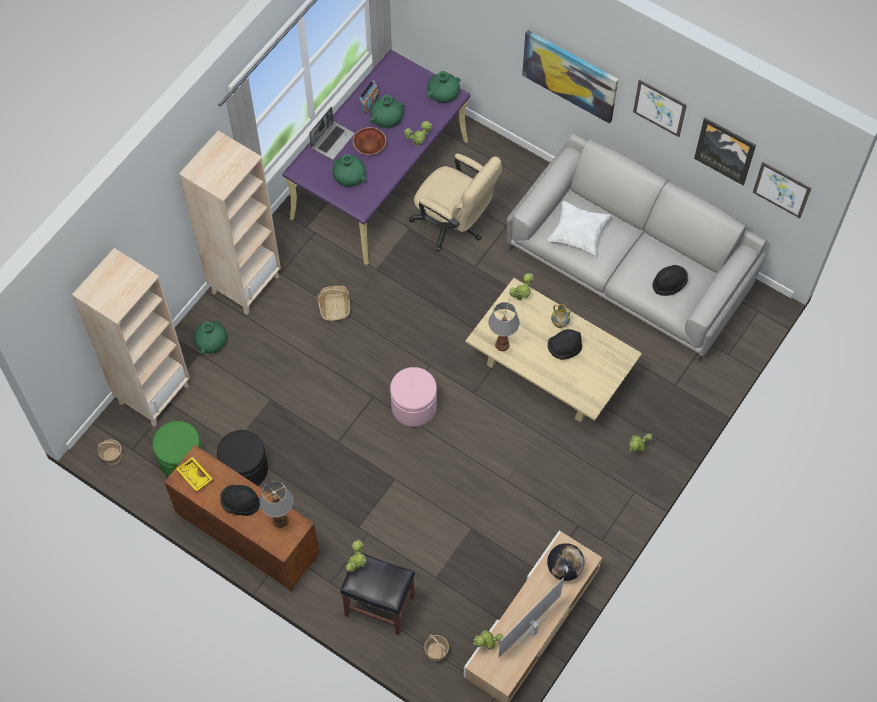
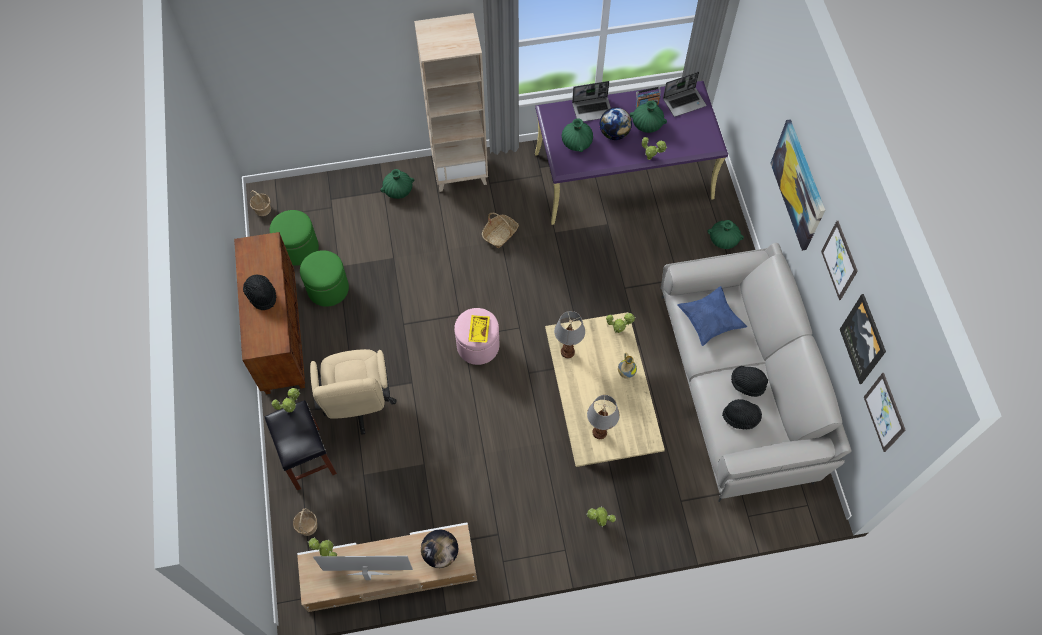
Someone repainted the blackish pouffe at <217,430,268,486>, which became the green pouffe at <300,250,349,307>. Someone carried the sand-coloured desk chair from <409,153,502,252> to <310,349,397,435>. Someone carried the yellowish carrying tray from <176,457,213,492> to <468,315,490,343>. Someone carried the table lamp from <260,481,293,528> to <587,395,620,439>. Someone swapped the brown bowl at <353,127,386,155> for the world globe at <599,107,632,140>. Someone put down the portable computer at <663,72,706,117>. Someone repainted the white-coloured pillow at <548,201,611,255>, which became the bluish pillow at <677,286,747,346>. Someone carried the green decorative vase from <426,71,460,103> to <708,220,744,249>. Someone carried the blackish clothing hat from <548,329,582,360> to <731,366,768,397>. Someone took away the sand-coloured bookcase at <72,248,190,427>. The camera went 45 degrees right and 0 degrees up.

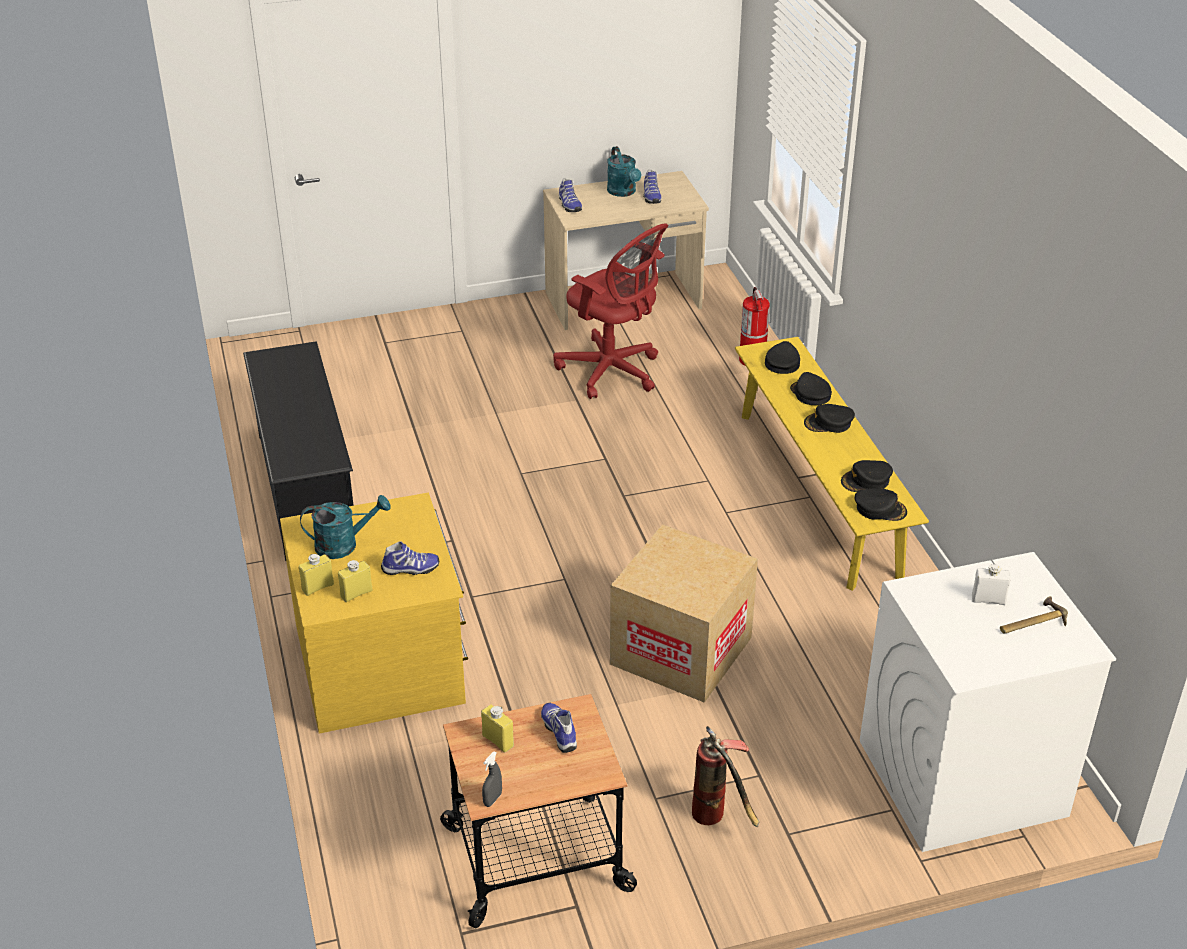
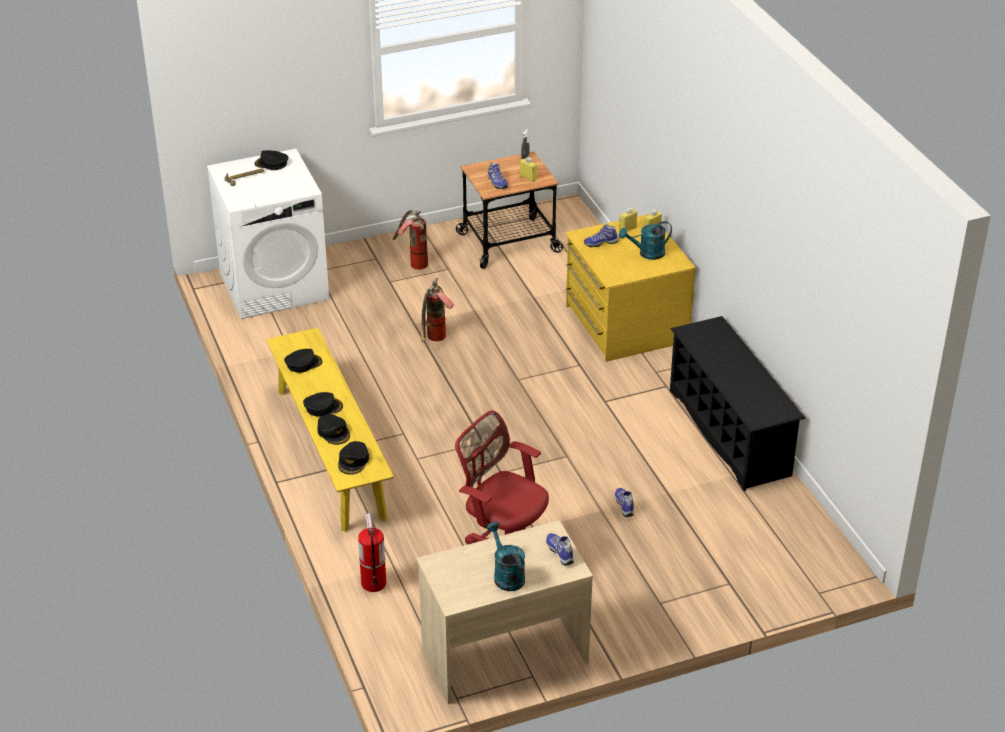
Someone carried the blackish peaked cap from <855,488,907,521> to <255,150,289,170>. Someone swapped the carton at <610,524,758,703> for the fire-fighting cylinder at <421,278,454,343>. Someone carried the low shoe from <643,169,662,204> to <615,488,634,517>. Someone took away the white-coloured bottle at <972,564,1011,605>. The camera went 175 degrees right and 0 degrees up.

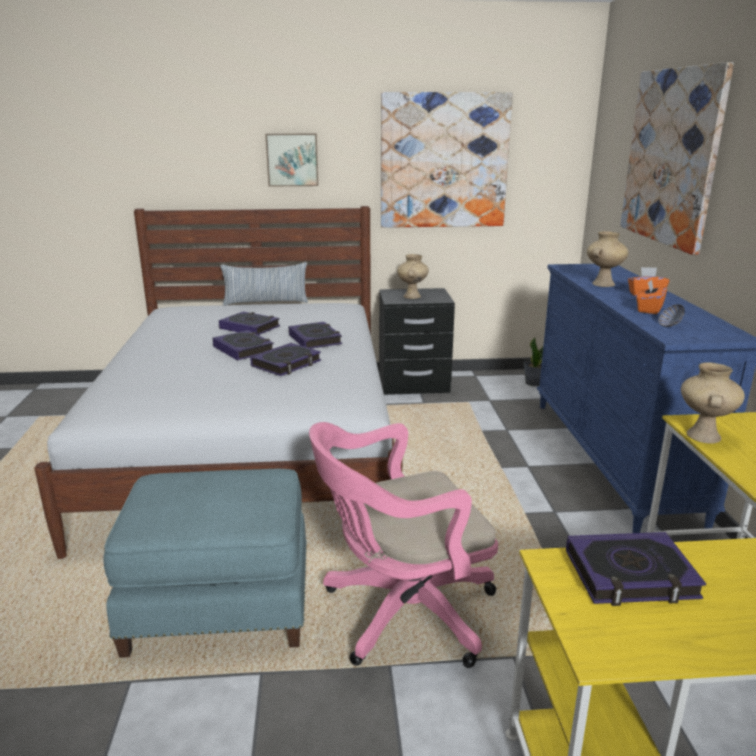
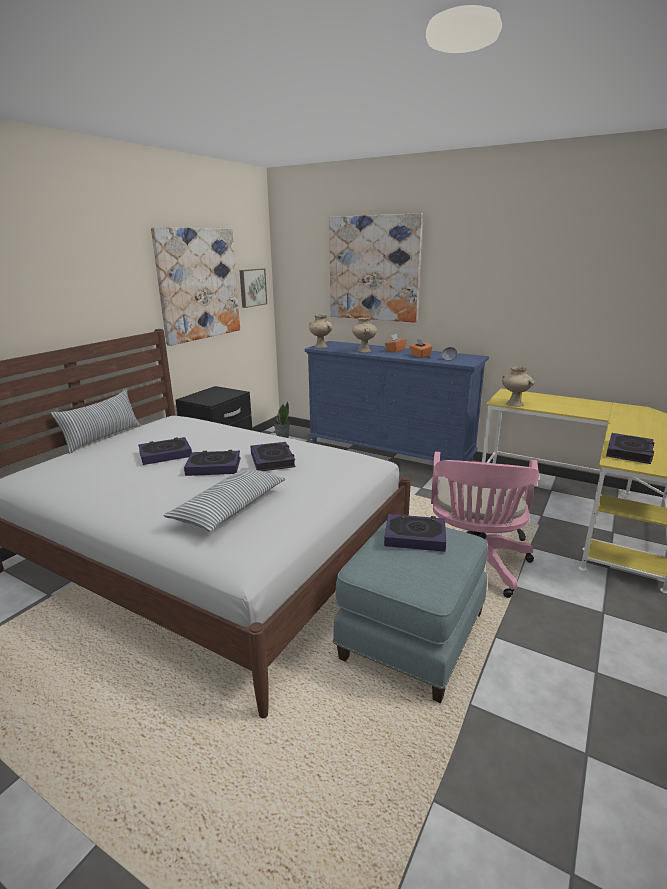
Someone put down the pillow at <163,467,286,532>. Someone carried the wall picture from <265,134,318,187> to <239,269,267,308>. Someone carried the sand-coloured decorative vase from <397,254,429,299> to <309,315,333,348>. Someone carried the bound book from <289,322,342,348> to <384,514,446,552>. The camera went 55 degrees left and 0 degrees up.

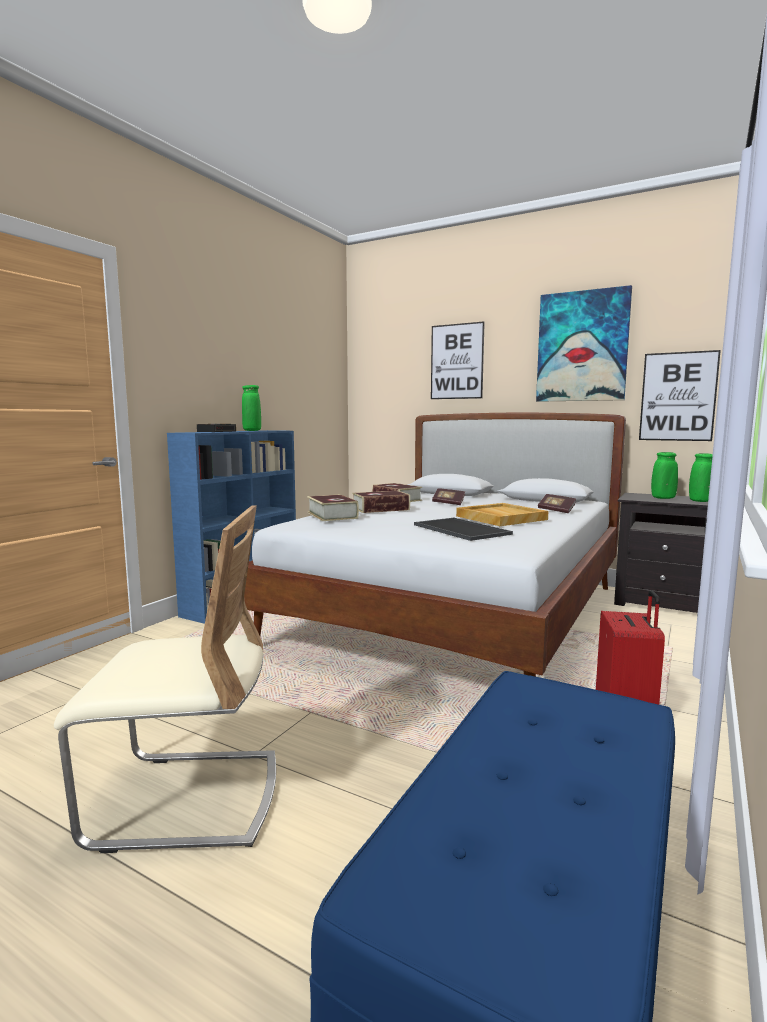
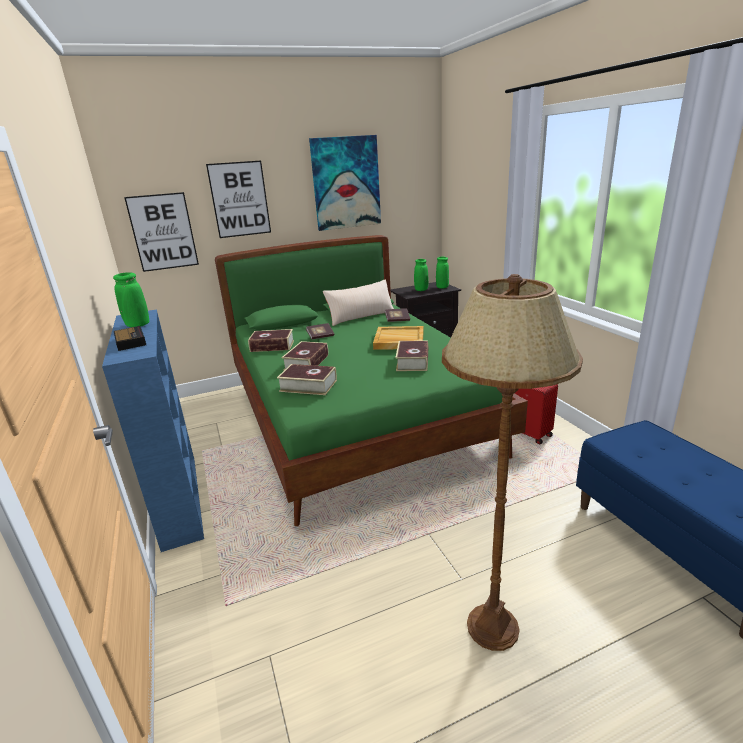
Someone carried the wall picture from <639,350,721,441> to <124,192,199,272>. Someone repainted the white-coloured bedroom bed at <244,413,626,677>, which became the green bedroom bed at <215,235,528,526>. Someone put down the sand-coloured pillow at <323,279,394,326>. Someone swapped the carrying tray at <414,518,513,541> for the bound book at <395,340,428,371>. Someone swapped the sand-coloured chair at <54,505,276,853> for the brown standing lamp at <442,274,583,651>. The camera went 50 degrees left and 15 degrees up.

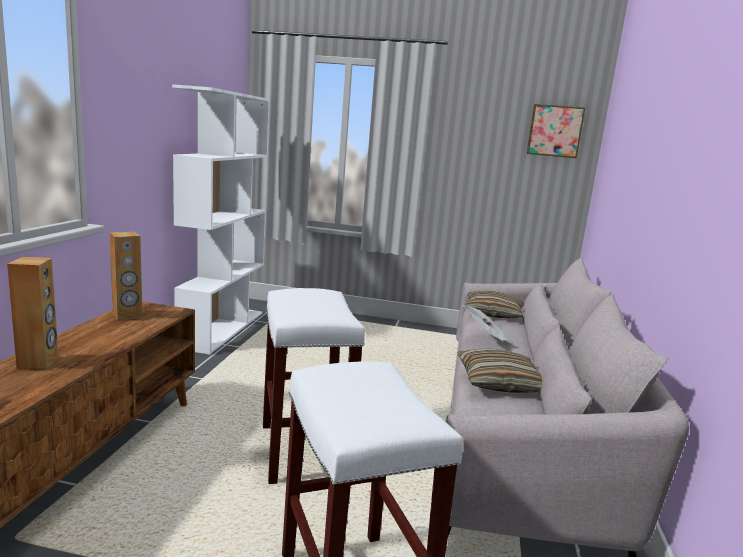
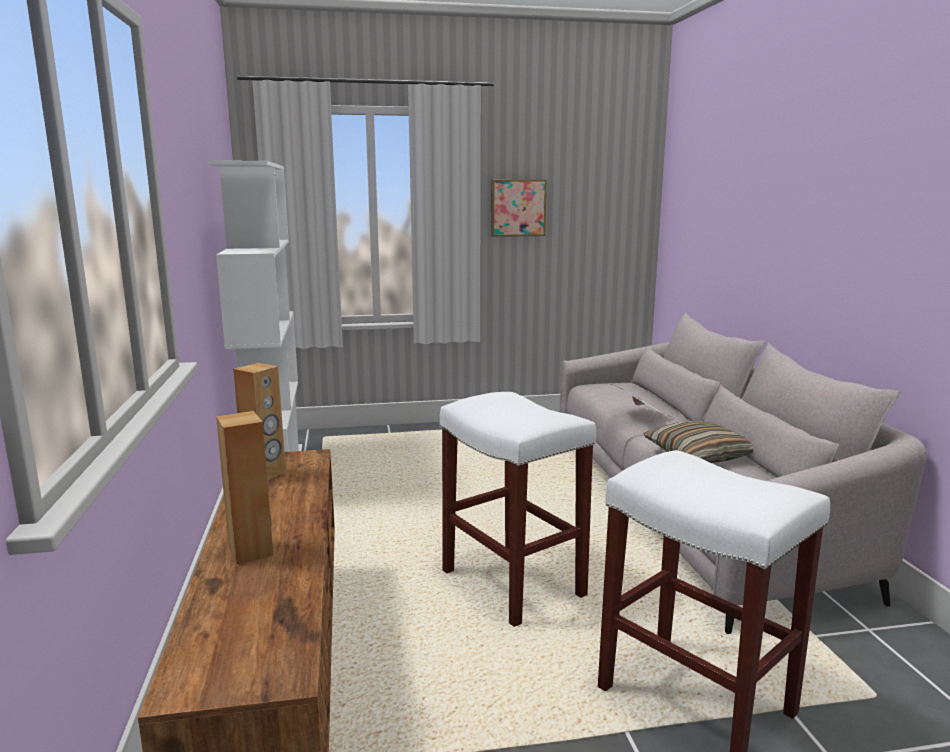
Someone carried the wall picture from <527,104,586,158> to <491,179,547,237>. Someone took away the pillow at <466,291,523,319>. The camera went 20 degrees left and 0 degrees up.

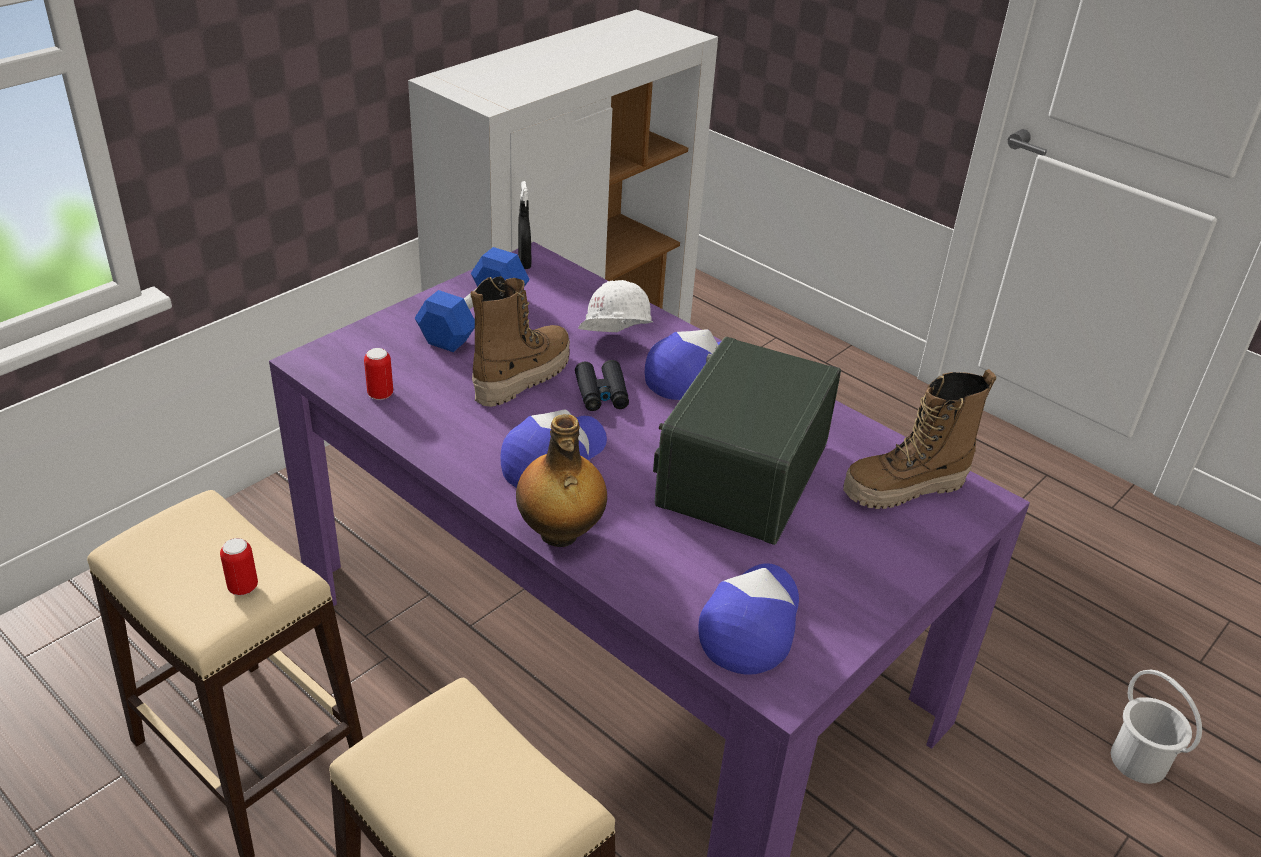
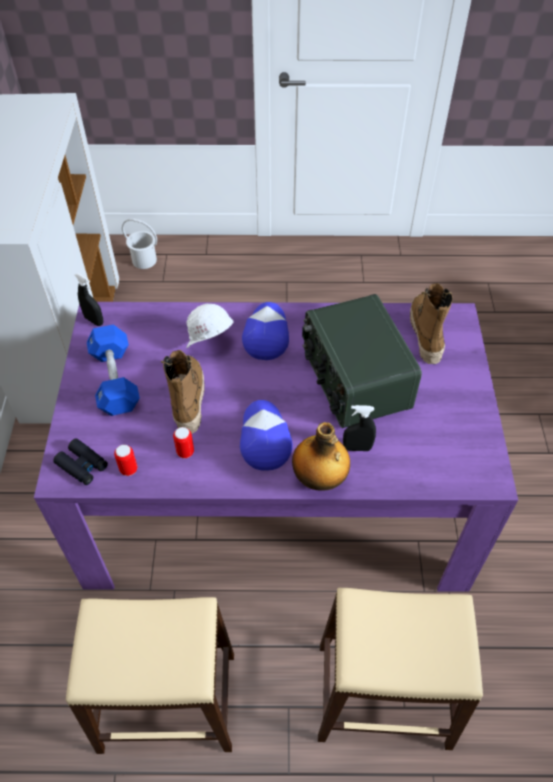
Someone carried the blackish pair of binoculars from <575,360,629,411> to <53,438,108,485>. Someone carried the white-coloured pail from <1111,670,1202,784> to <122,219,157,269>. Someone carried the sealed can from <220,538,258,596> to <173,427,194,458>. Someone put down the blackish spray bottle at <343,405,376,451>. Someone rotated the boot at <843,369,996,509> by 150 degrees clockwise. Someone took away the peaked cap at <698,563,799,675>. The camera went 40 degrees left and 15 degrees up.

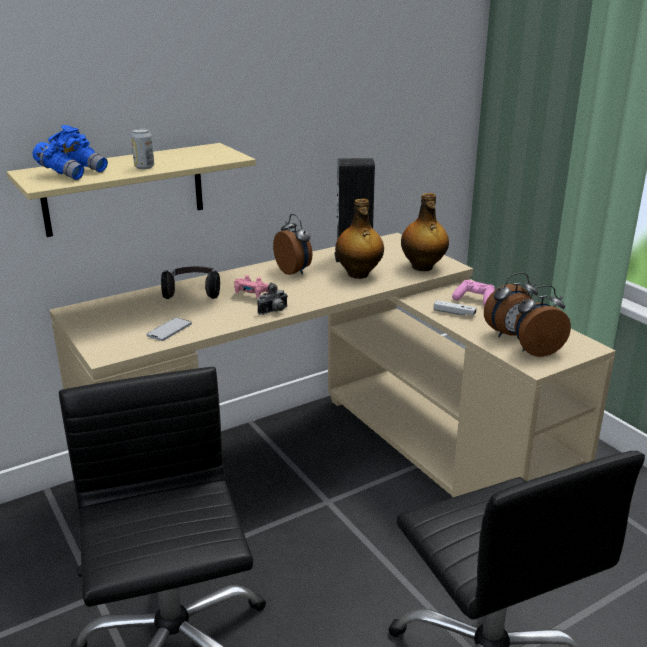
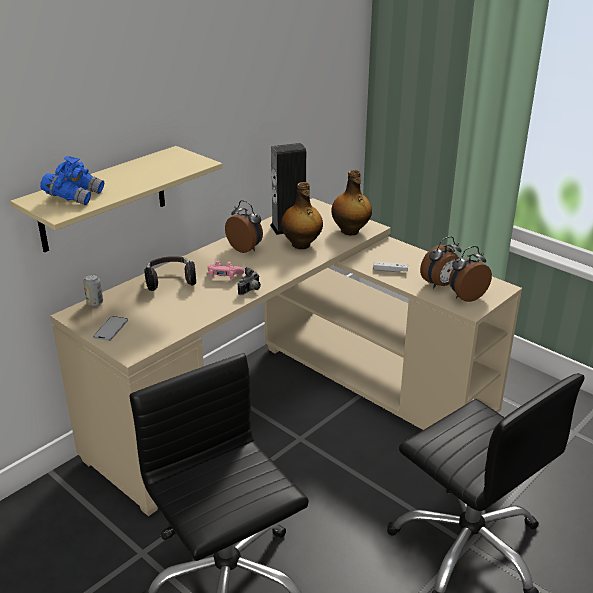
Someone carried the sealed can from <131,129,154,169> to <83,274,103,306>. Someone carried the telephone from <146,317,192,341> to <93,316,128,341>. Someone took away the pink-coloured joypad at <452,280,495,306>. The camera went 15 degrees left and 5 degrees up.

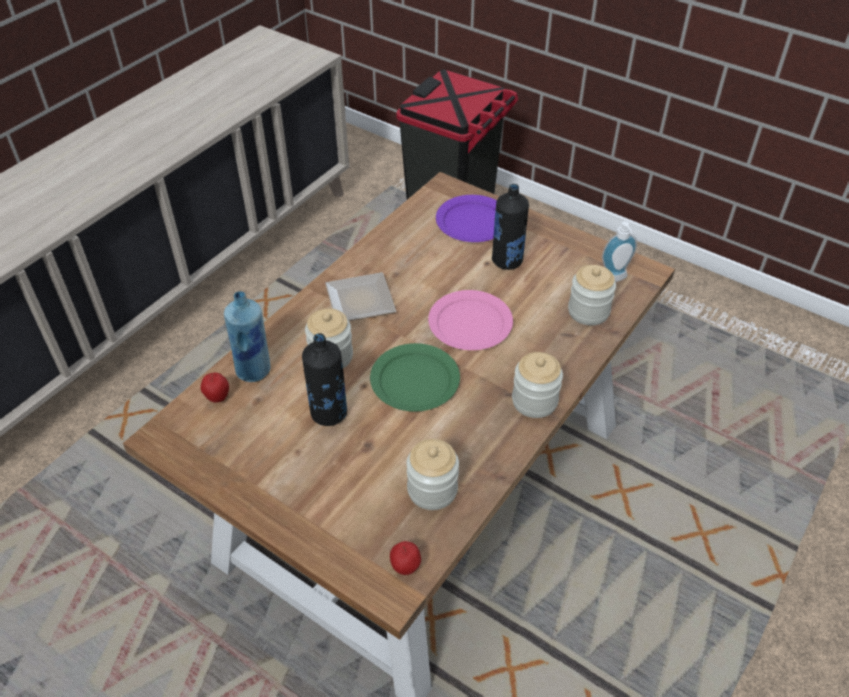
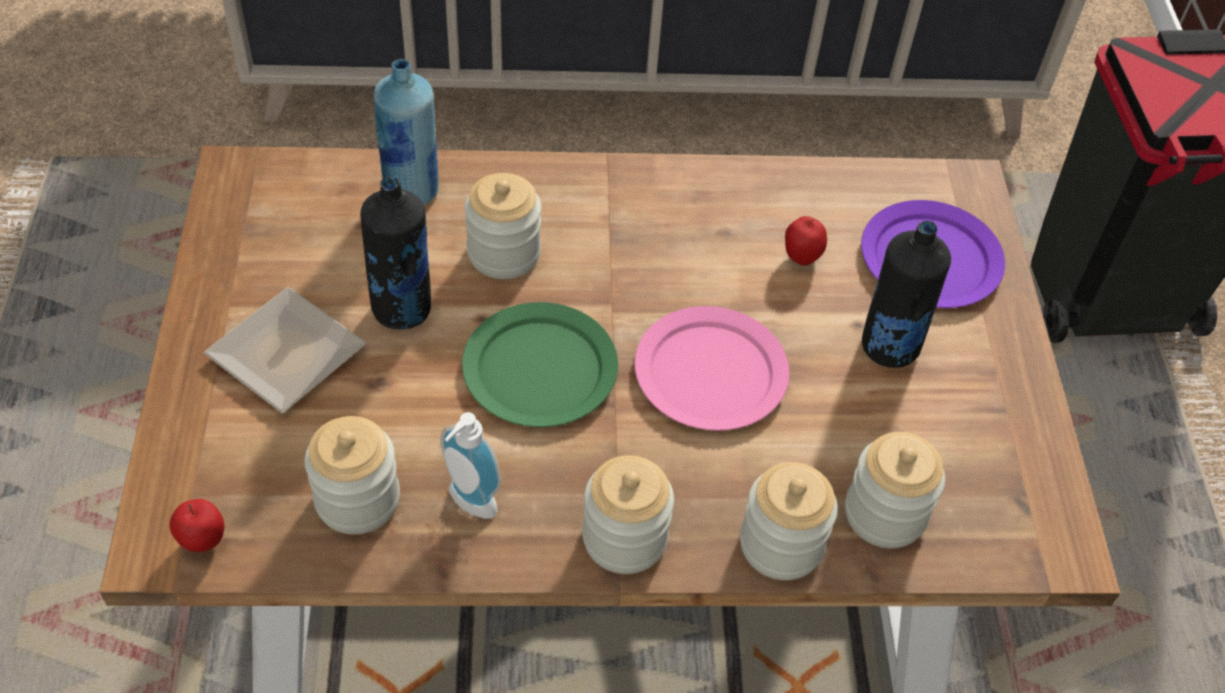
Someone carried the dinner plate from <325,272,396,321> to <204,287,366,413>. Someone carried the soap dispenser from <602,221,637,282> to <440,412,501,519>. Someone put down the storage jar at <740,462,838,580>. Someone carried the whole apple from <200,373,229,402> to <785,216,827,266>. The camera went 50 degrees right and 5 degrees up.

